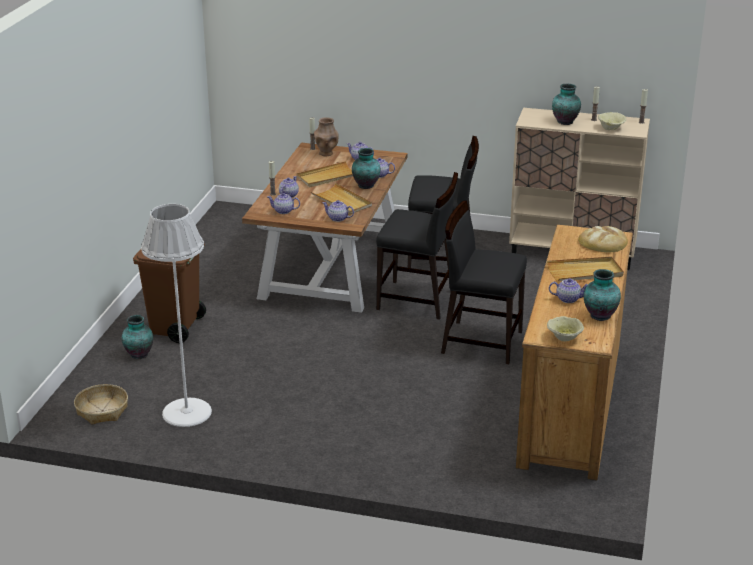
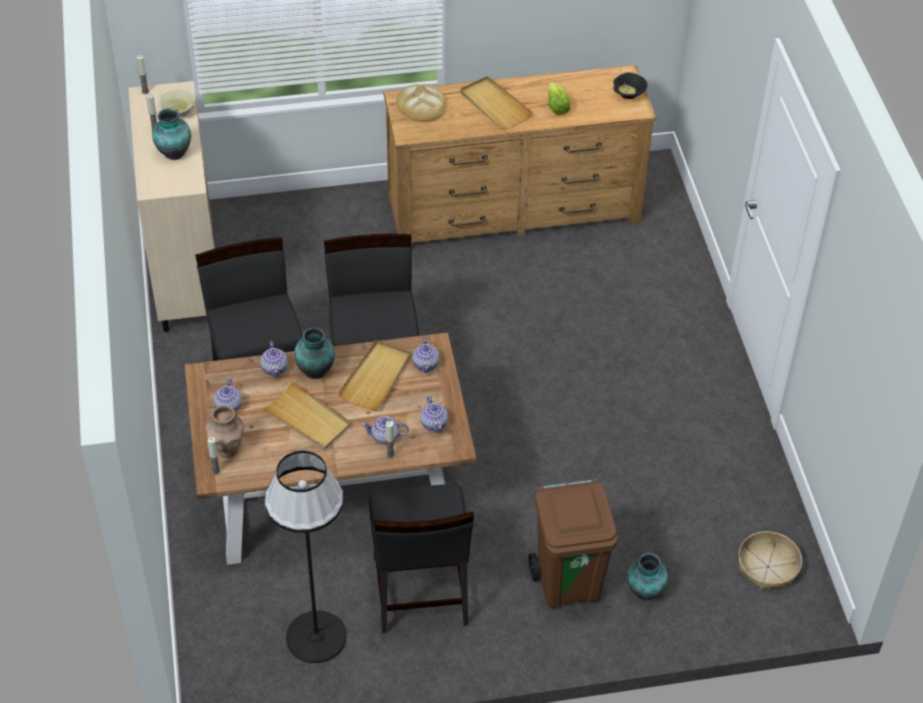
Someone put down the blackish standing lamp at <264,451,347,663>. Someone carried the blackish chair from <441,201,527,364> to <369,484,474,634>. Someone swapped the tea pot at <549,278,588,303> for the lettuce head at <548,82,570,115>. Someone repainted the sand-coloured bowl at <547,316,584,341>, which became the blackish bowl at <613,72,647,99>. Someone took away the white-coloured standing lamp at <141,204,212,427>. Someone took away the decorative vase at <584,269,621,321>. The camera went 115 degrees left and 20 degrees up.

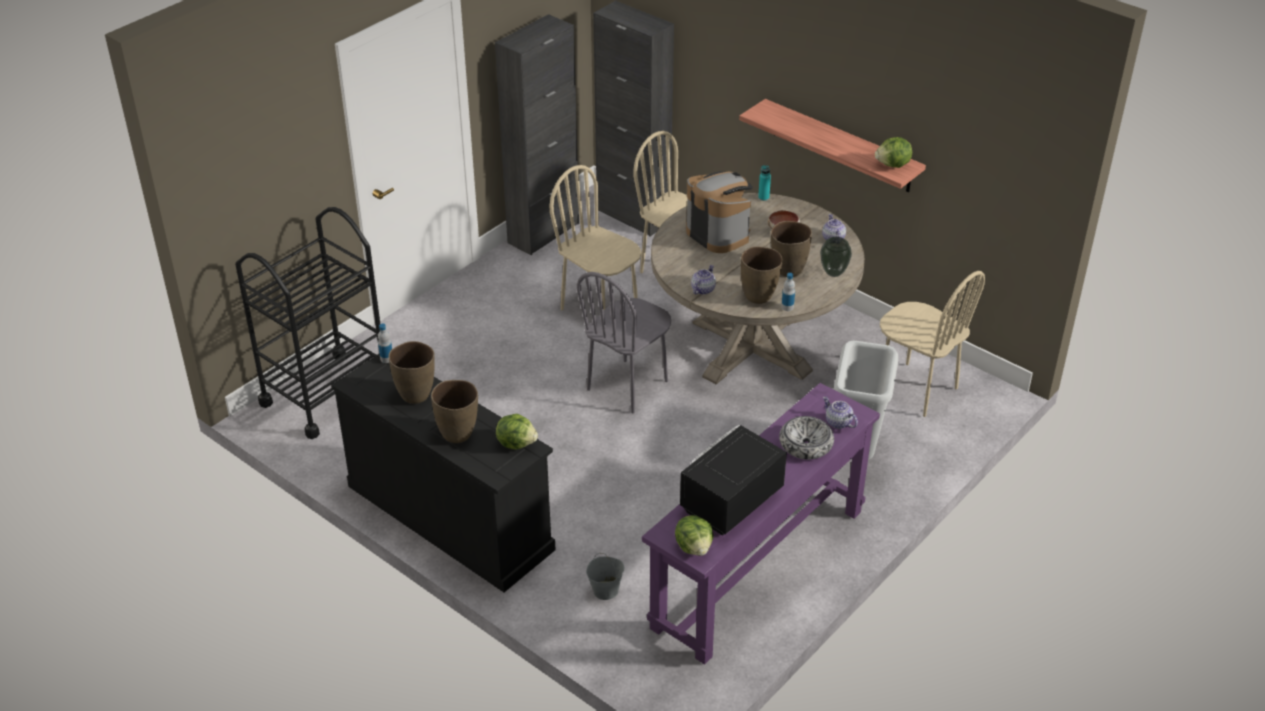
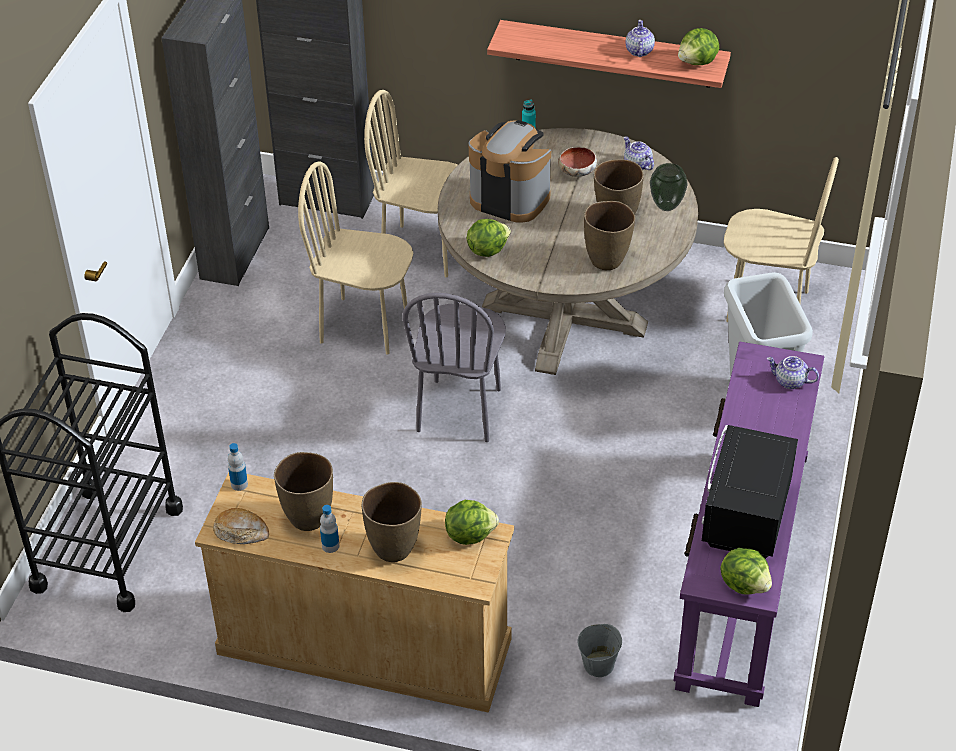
Someone repainted the blackish dresser at <331,354,555,592>, which became the sand-coloured dresser at <195,472,514,713>. Someone put down the baked bread at <213,508,269,544>. Someone carried the bottle from <781,273,795,311> to <320,505,339,553>. Someone put down the lettuce head at <467,219,511,257>. Someone carried the tea pot from <691,265,716,295> to <626,20,655,57>. Someone took away the bowl at <779,416,834,460>. The camera went 25 degrees left and 5 degrees up.

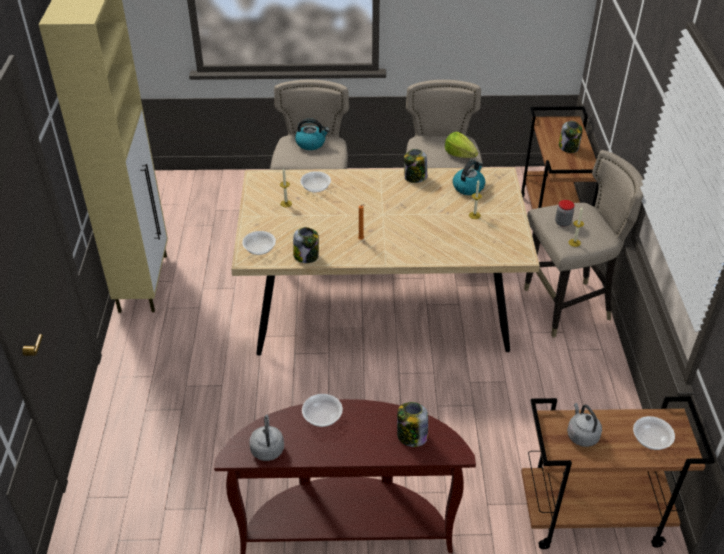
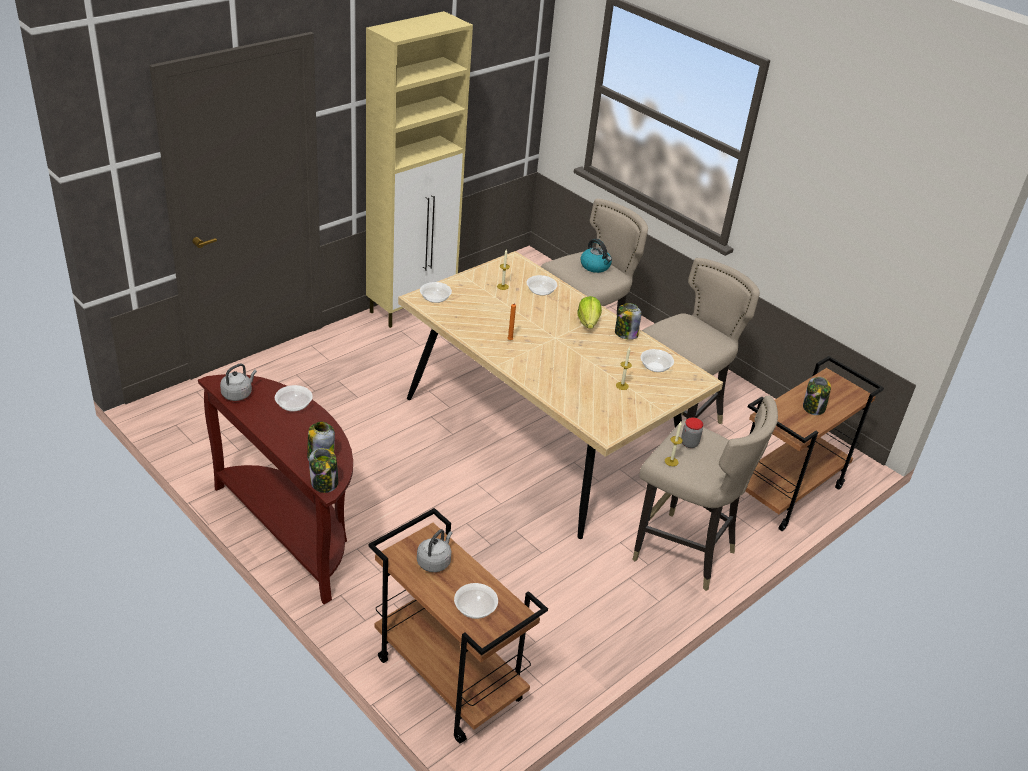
Someone carried the storage jar from <293,227,319,263> to <309,448,338,493>. Someone carried the lettuce head from <445,132,478,158> to <577,296,602,329>. Someone swapped the kettle at <453,160,485,195> for the bowl at <640,349,674,372>. The camera went 45 degrees right and 5 degrees down.

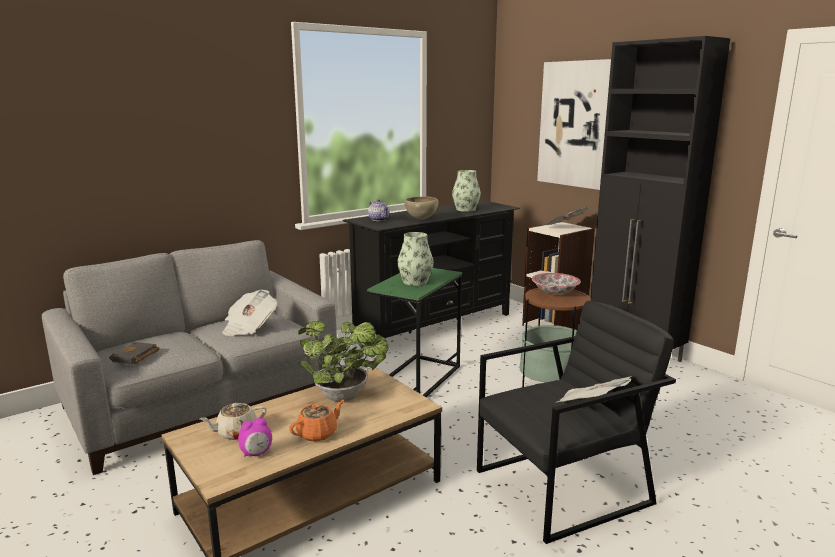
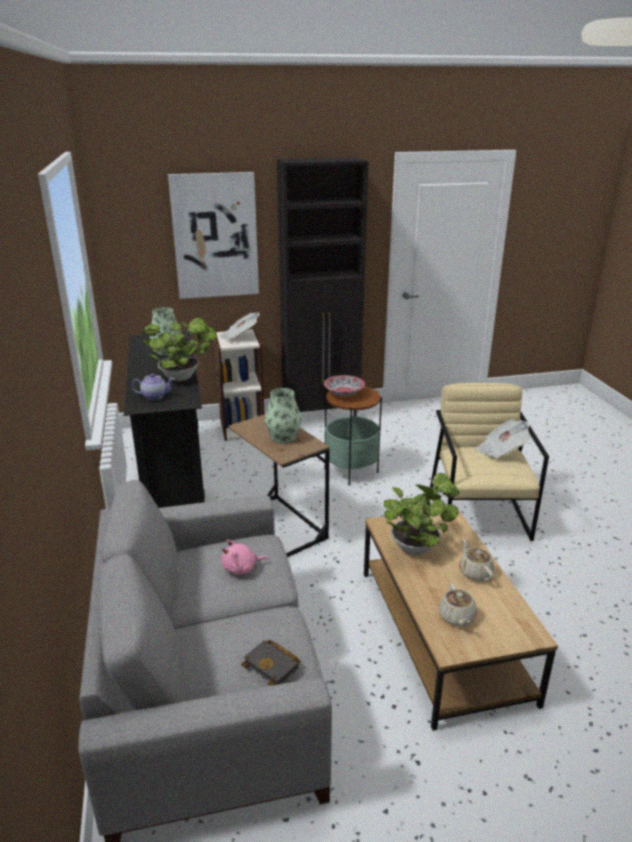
Someone swapped the brown bowl at <405,196,439,220> for the plant in a pot at <141,318,217,381>. Someone swapped the printed paper at <222,290,277,336> for the pink-coloured cuddly toy at <221,540,269,575>. Someone repainted the green accent table at <367,268,462,397>, which became the brown accent table at <228,414,330,557>. Someone repainted the blackish lounge chair at <477,301,676,544>, which became the sand-coloured lounge chair at <430,383,549,541>. Someone repainted the orange-coloured tea pot at <289,400,344,442>, which became the sand-coloured tea pot at <459,539,495,581>. Someone took away the alarm clock at <238,418,272,456>. The camera went 65 degrees left and 10 degrees up.

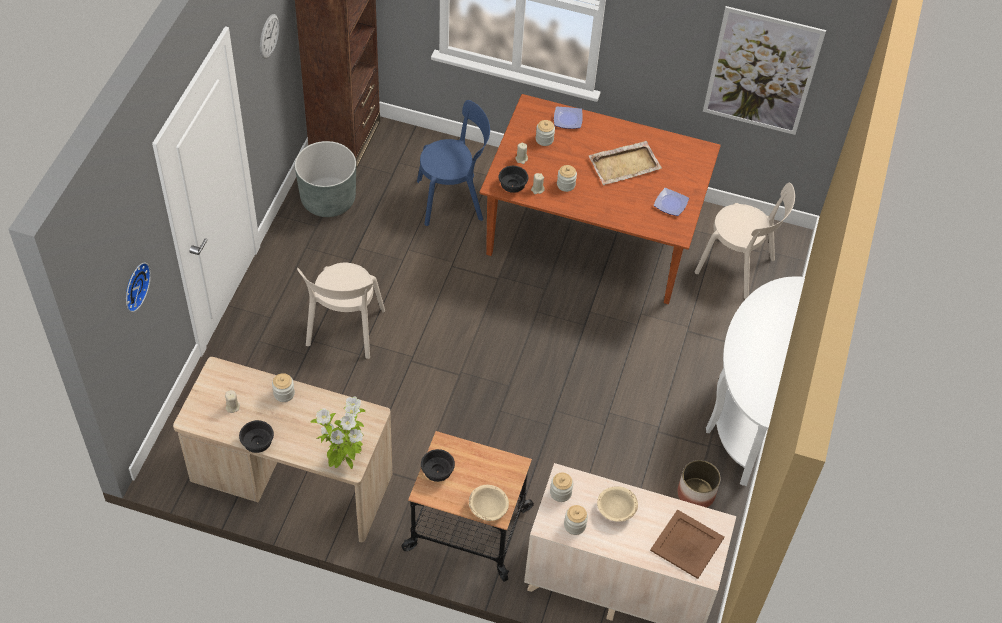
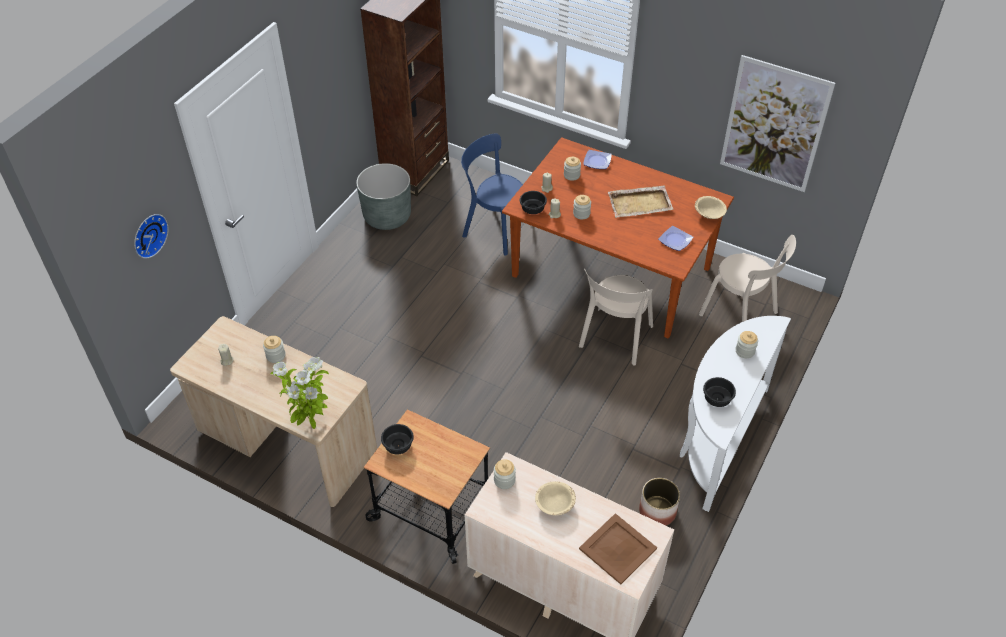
Someone rotated the bluish chair at <417,100,490,226> by 150 degrees counterclockwise. Someone carried the sand-coloured chair from <297,263,385,359> to <579,269,653,366>. Someone carried the sand-coloured bowl from <469,485,509,521> to <695,196,727,219>. Someone carried the blackish bowl from <239,420,274,453> to <703,377,736,407>. Someone carried the storage jar from <564,505,588,535> to <736,331,758,358>. Someone took away the hanging clock at <260,14,279,59>. The camera went 15 degrees right and 5 degrees down.

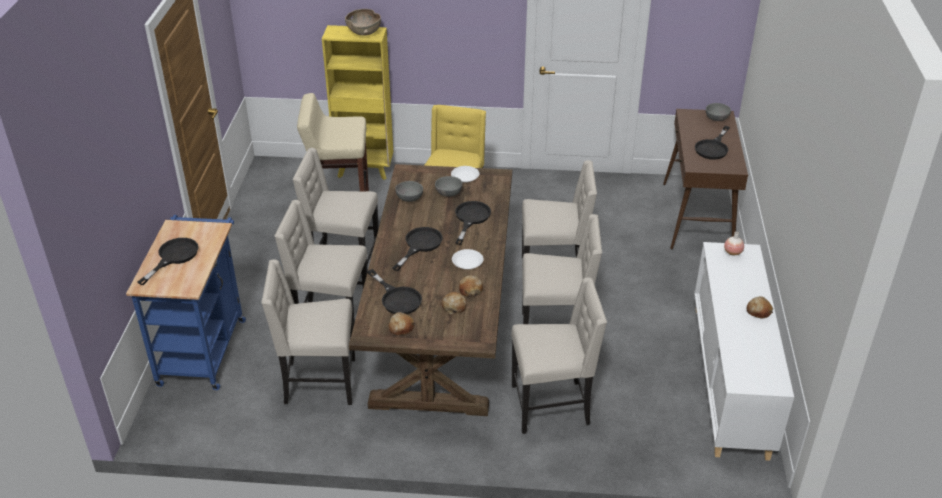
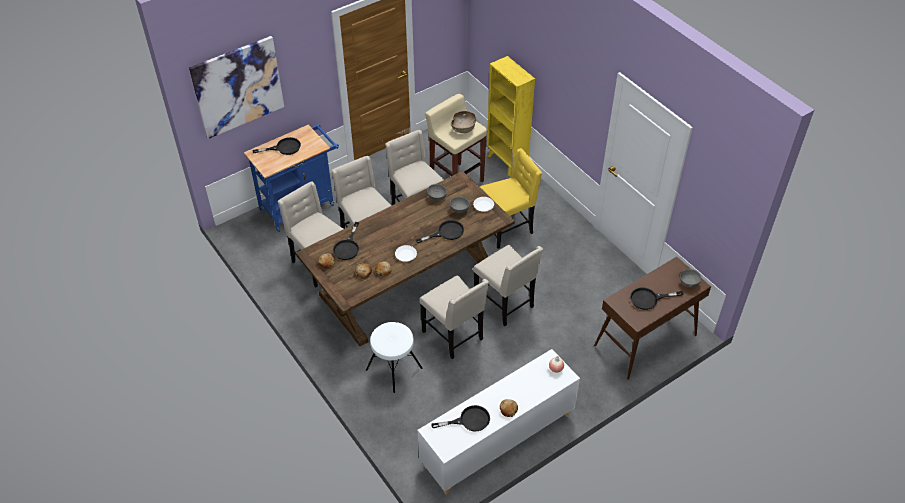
Someone put up the wall picture at <189,36,284,139>. Someone swapped the sand-coloured chair at <511,277,607,434> for the white-coloured stool seat at <366,322,423,393>. Someone carried the blackish skillet from <392,227,443,271> to <431,405,490,431>. Someone carried the brown bowl from <345,9,381,36> to <451,111,476,133>. The camera went 50 degrees right and 10 degrees up.

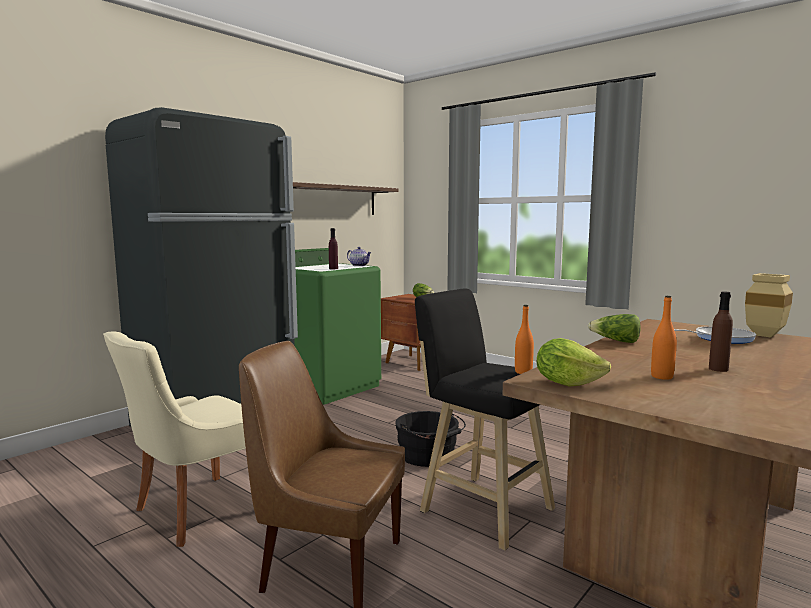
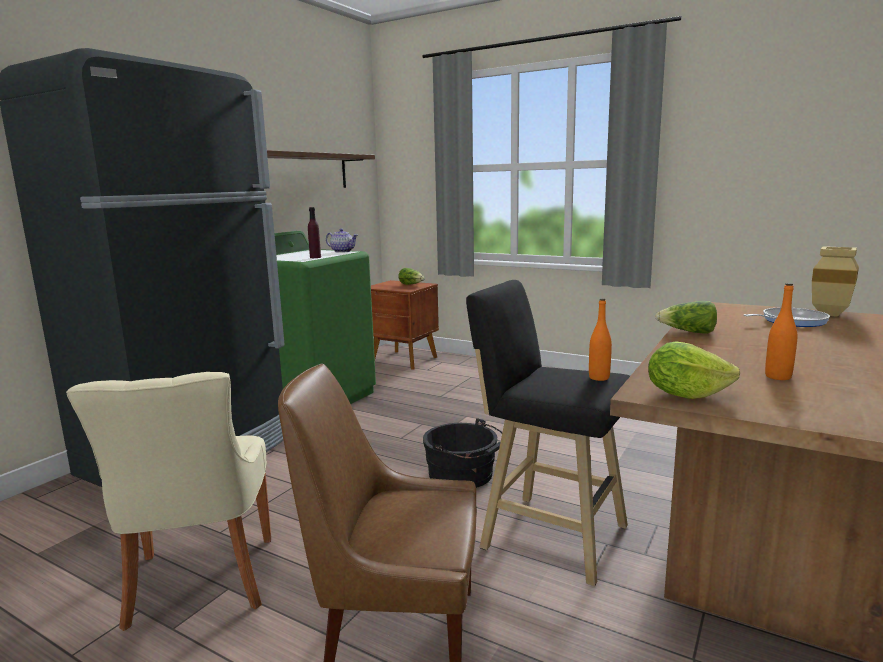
Someone rotated the sand-coloured chair at <103,331,246,547> by 45 degrees counterclockwise. Someone took away the brown bottle at <709,291,733,372>. The camera went 10 degrees left and 5 degrees up.

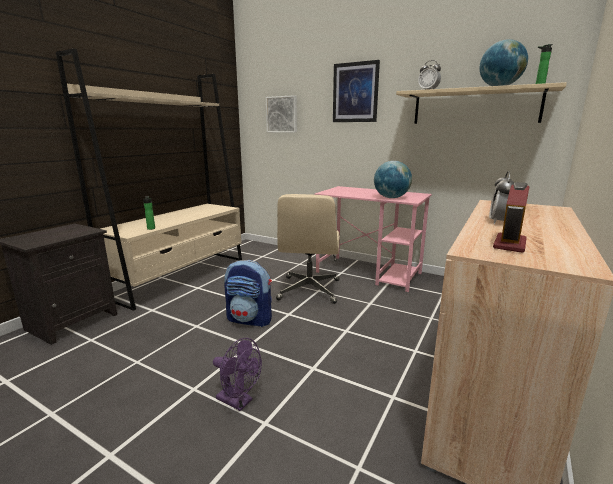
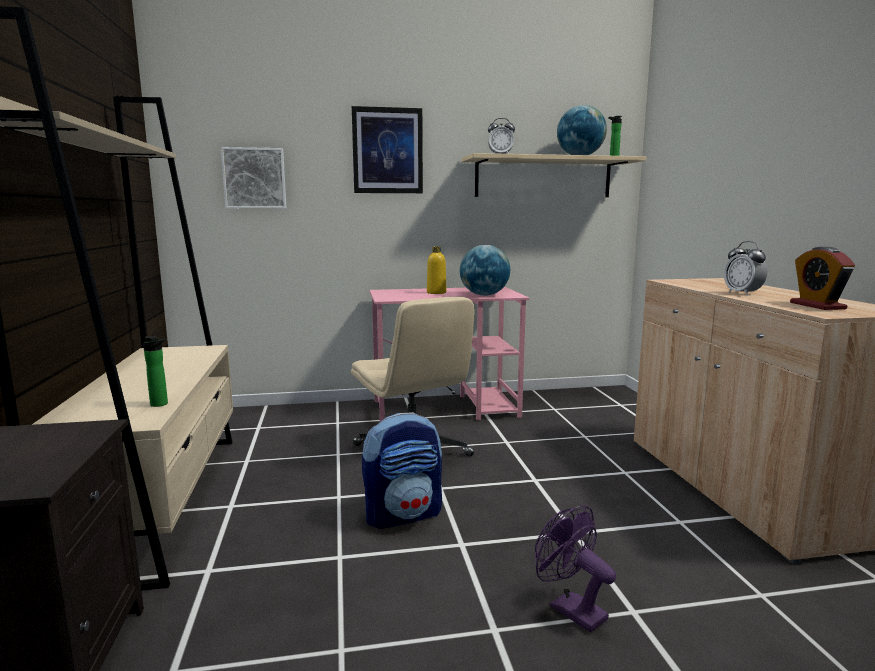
Someone put down the yellowish bottle at <427,246,446,294>. Someone rotated the purple-coloured electric fan at <213,338,262,411> by 120 degrees counterclockwise. The camera went 40 degrees left and 5 degrees down.

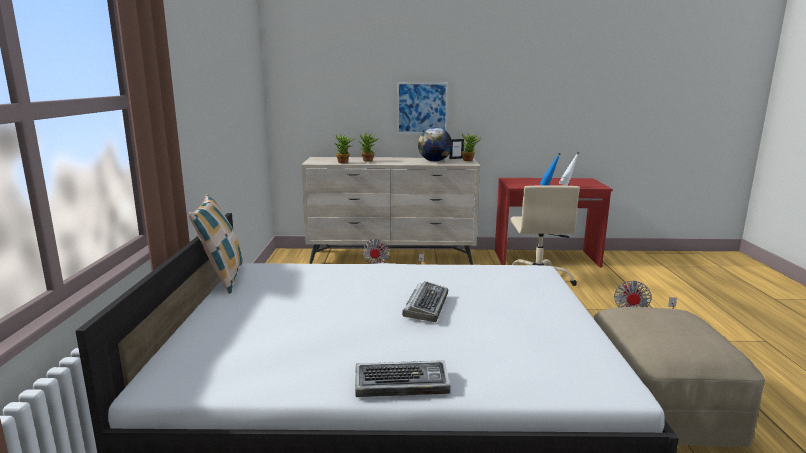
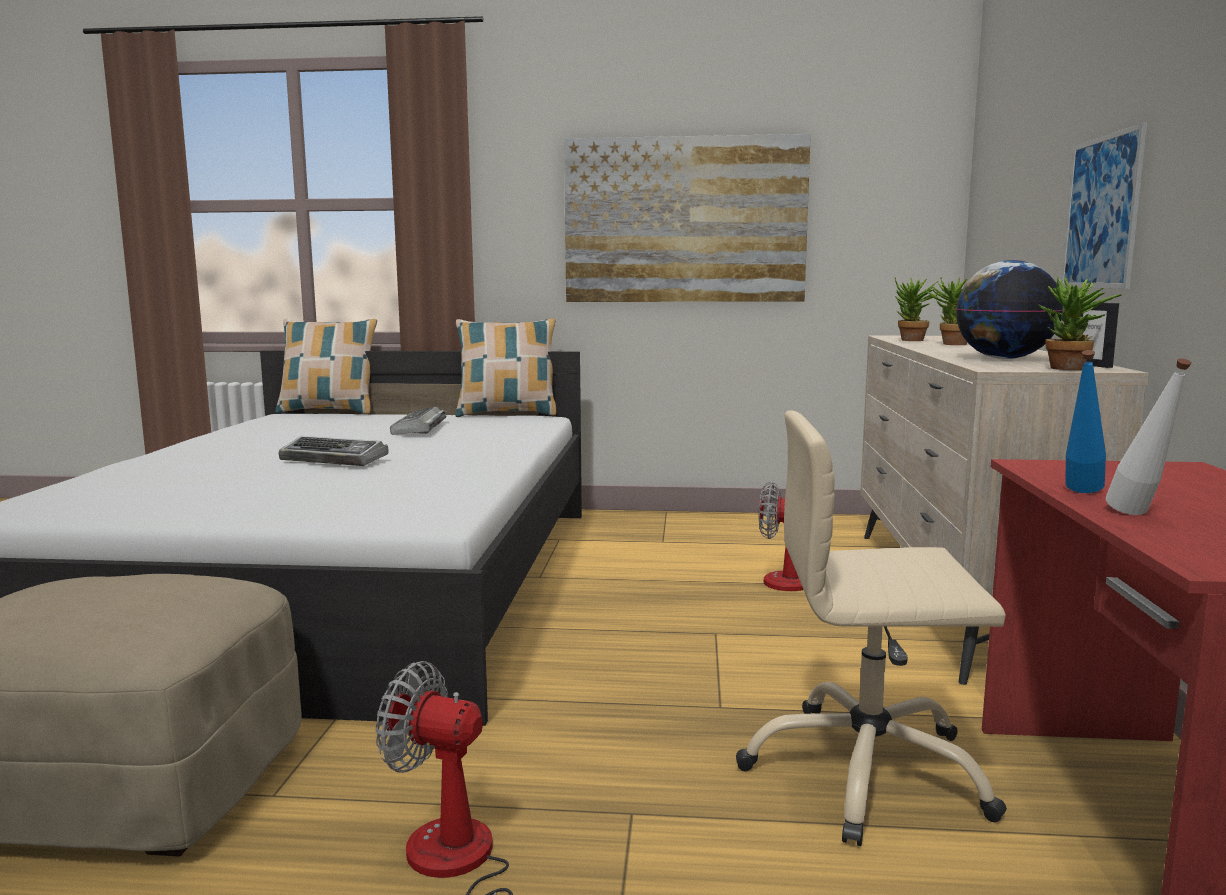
Someone put down the pillow at <275,319,377,414>. Someone carried the computer keyboard from <355,360,451,397> to <390,406,446,435>. Someone put up the wall picture at <564,134,811,302>. The camera went 95 degrees right and 5 degrees down.

